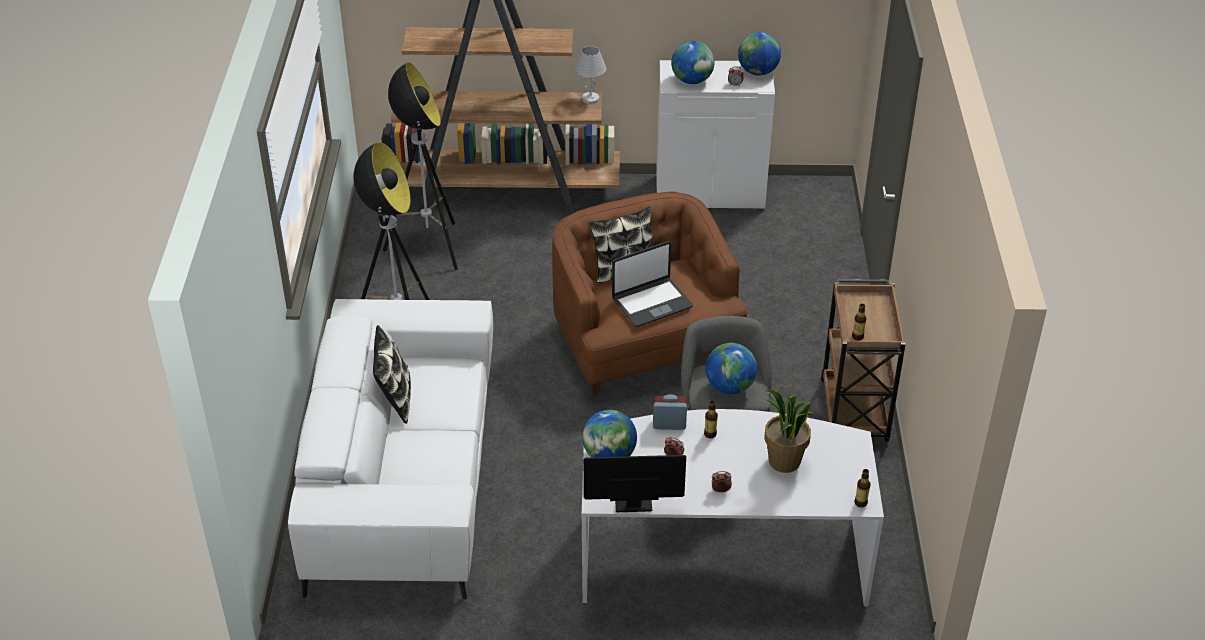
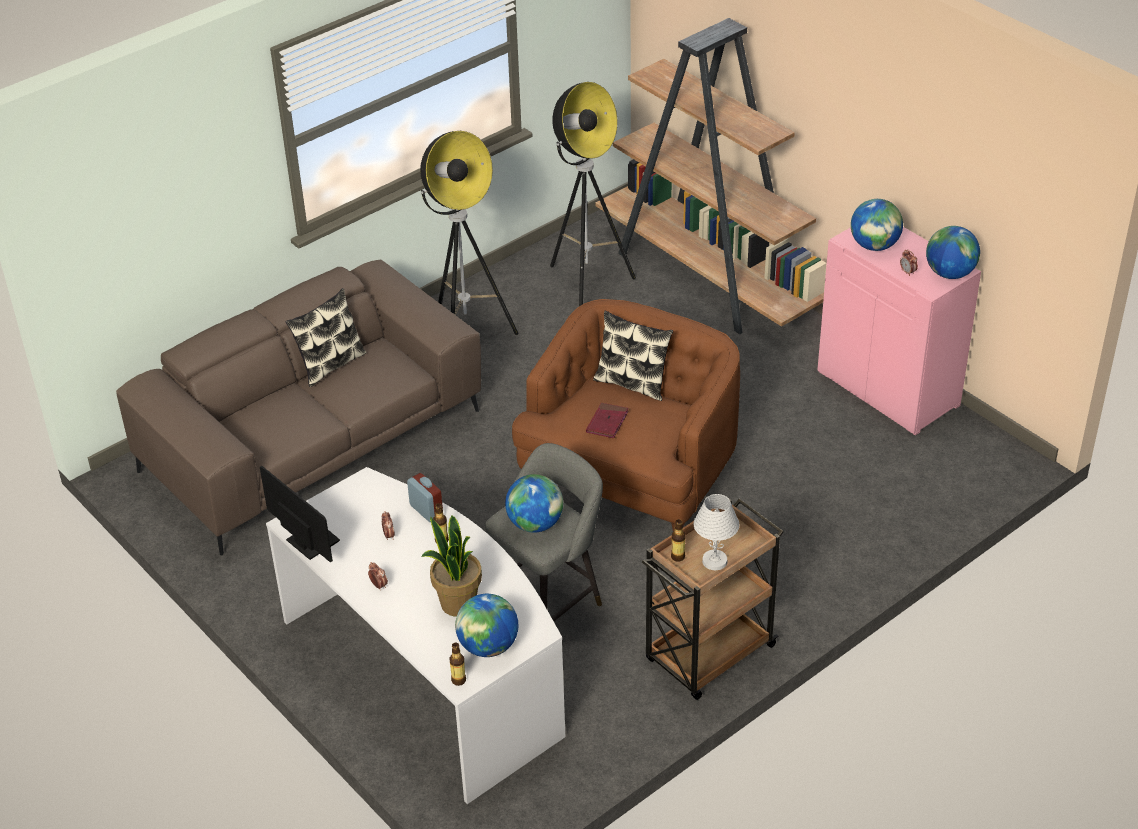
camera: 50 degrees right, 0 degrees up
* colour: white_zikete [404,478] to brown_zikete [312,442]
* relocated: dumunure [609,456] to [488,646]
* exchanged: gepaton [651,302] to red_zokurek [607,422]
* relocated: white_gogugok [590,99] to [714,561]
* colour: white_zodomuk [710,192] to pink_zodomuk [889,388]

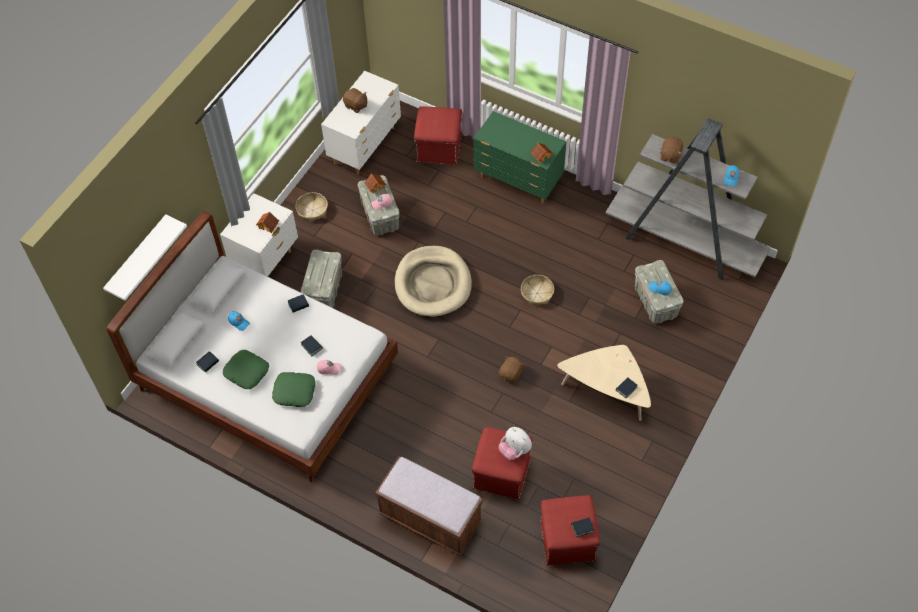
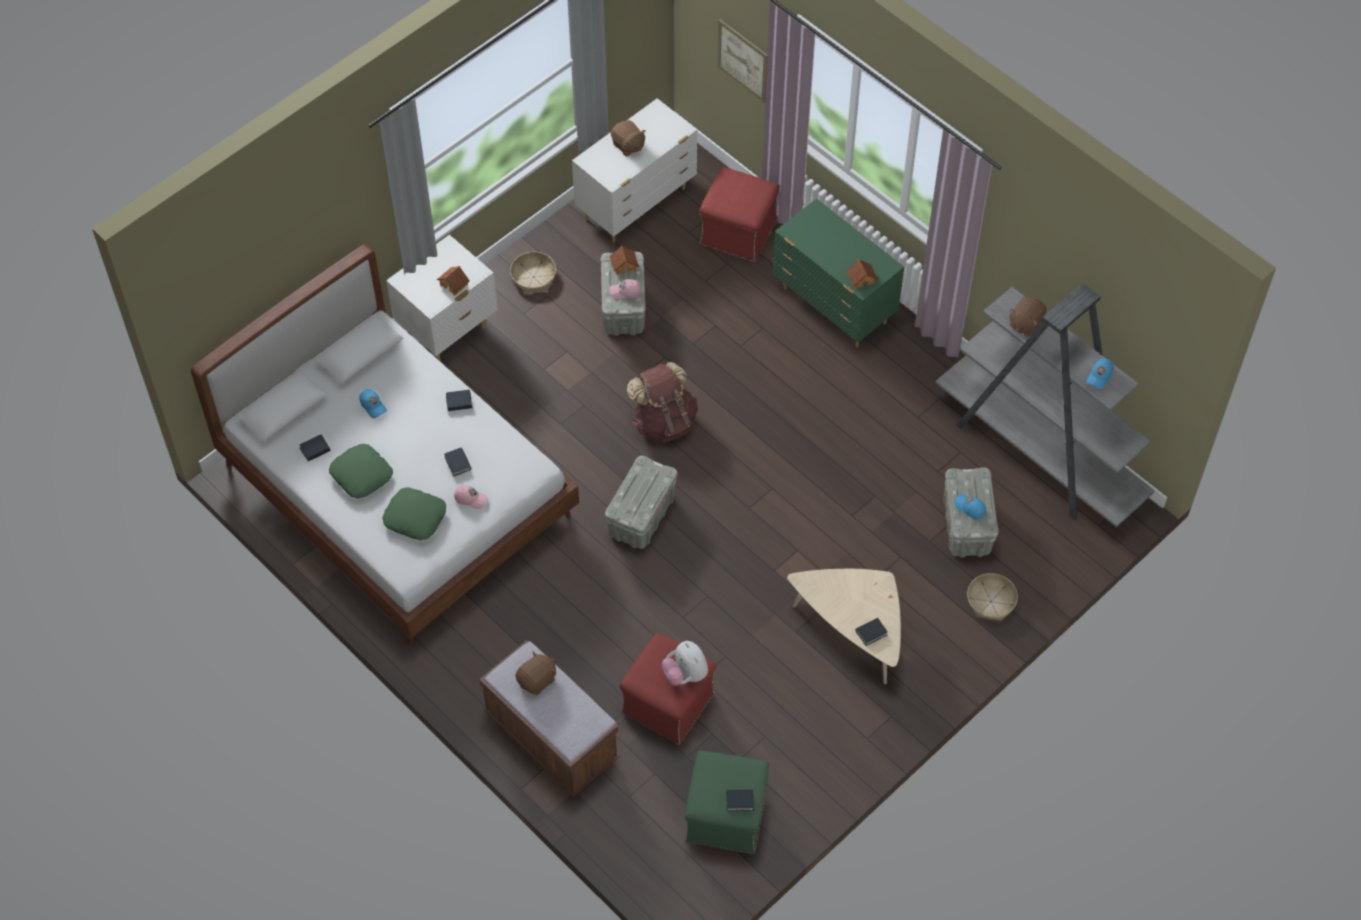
camera: 15 degrees right, 0 degrees up
* relocated: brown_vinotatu [511,374] to [537,680]
* relocated: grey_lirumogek [324,290] to [642,516]
* exchanged: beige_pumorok [433,284] to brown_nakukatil [664,421]
* colour: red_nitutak [567,539] to green_nitutak [726,815]
* appeared: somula [743,60]
* relocated: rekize [537,293] to [990,601]
* missing: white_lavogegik [137,257]

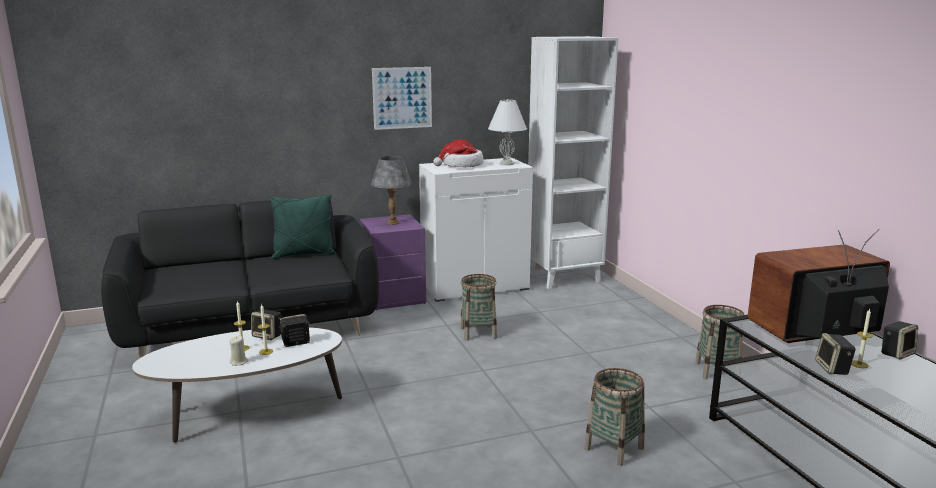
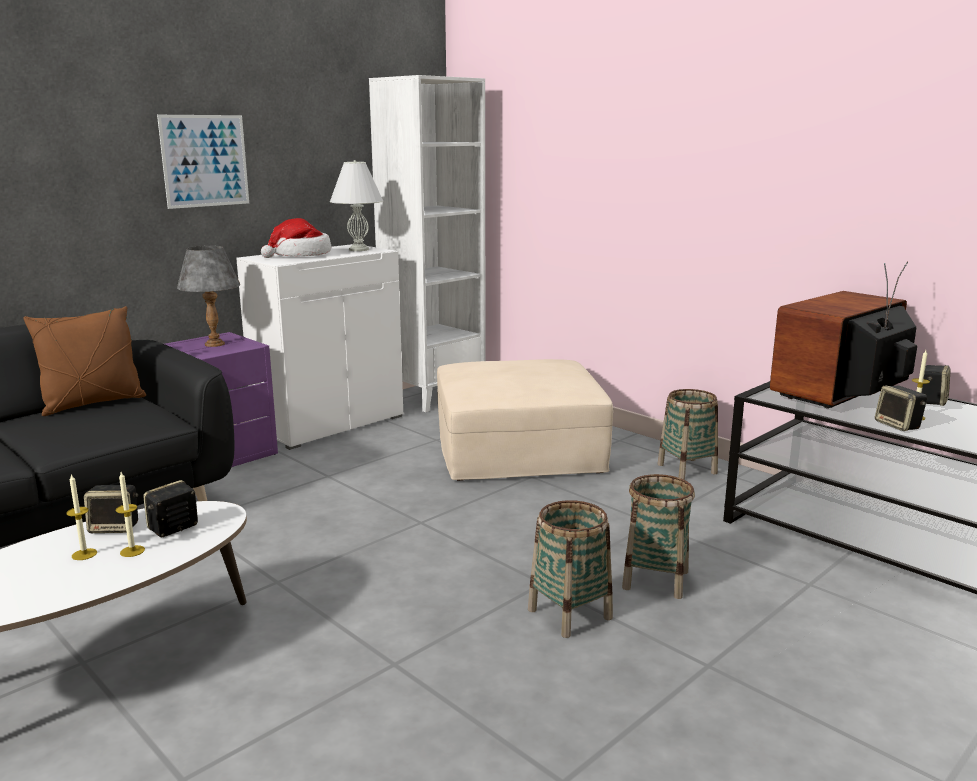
camera: 25 degrees left, 0 degrees up
* colour: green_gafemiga [304,254] to brown_gafemiga [93,404]
* appeared: beige_nitutak [518,448]
* relocated: rekize [478,333] to [569,614]
* missing: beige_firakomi [239,362]

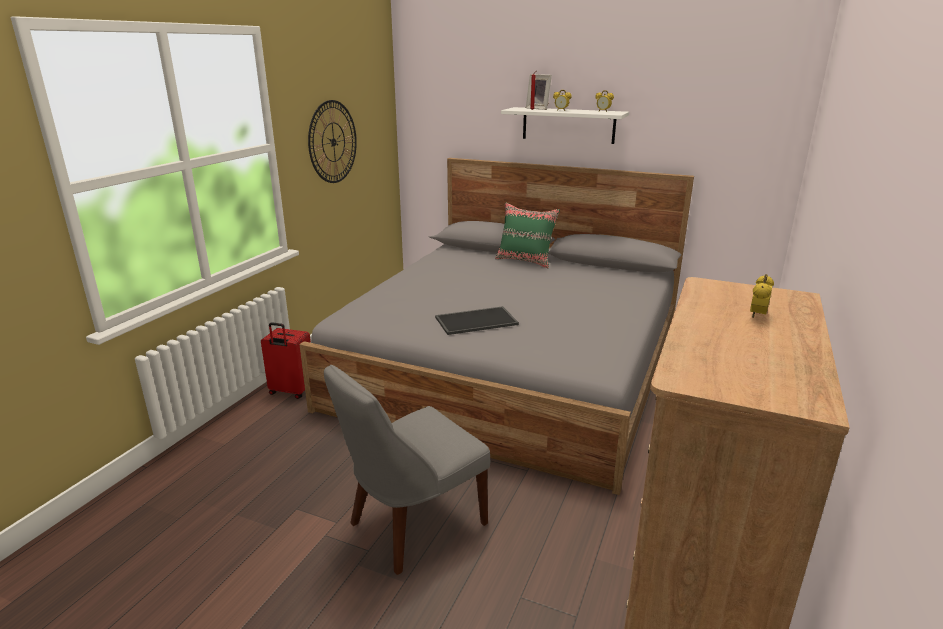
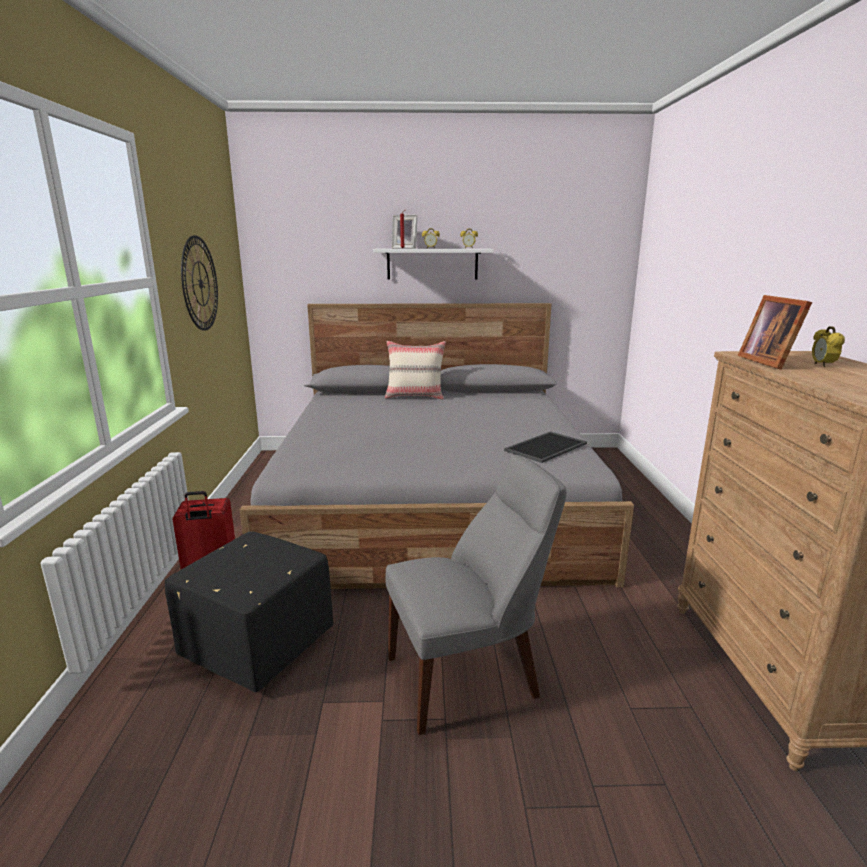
camera: 25 degrees left, 5 degrees down
* appeared: black_nitutak [257,644]
* colour: green_gafemiga [525,261] to beige_gafemiga [415,396]
* spun: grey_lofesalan [412,525] = [468,676] 135 degrees counterclockwise
* relocated: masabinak [476,320] to [545,446]
* appeared: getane [769,362]

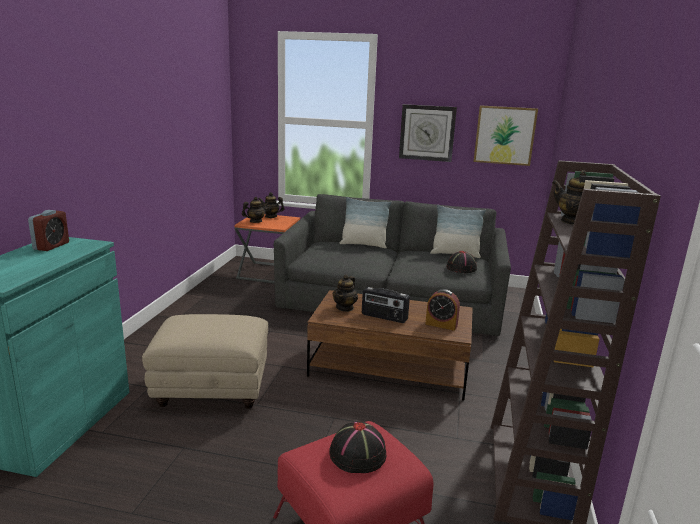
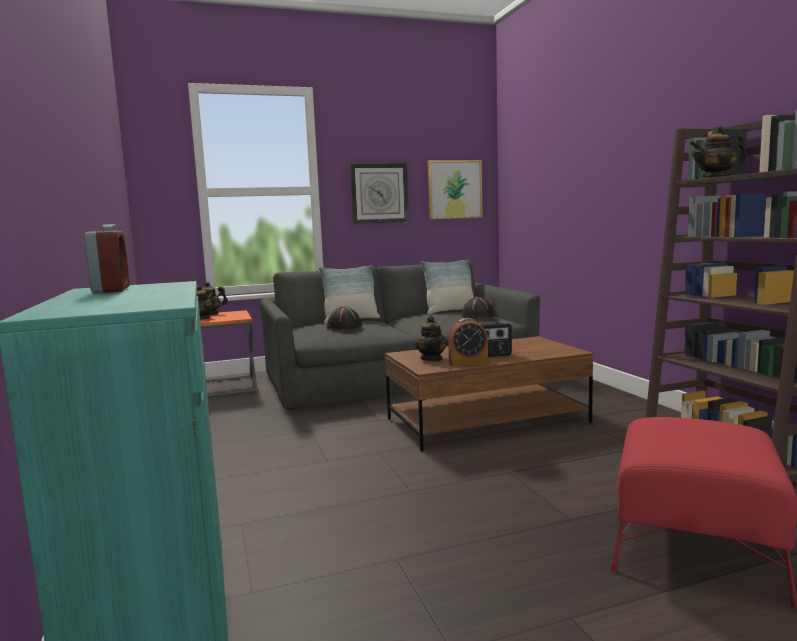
camera: 30 degrees left, 10 degrees down
* relocated: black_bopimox [358,455] to [344,327]
* relocated: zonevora [441,325] to [468,363]
* missing: beige_nitutak [211,390]

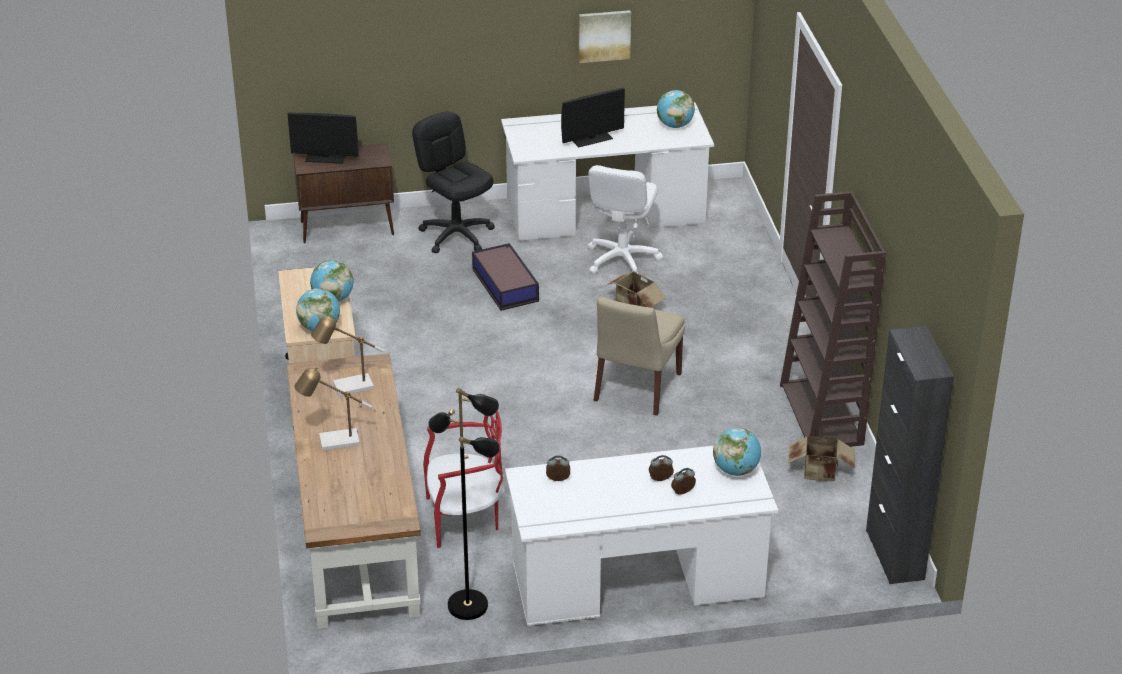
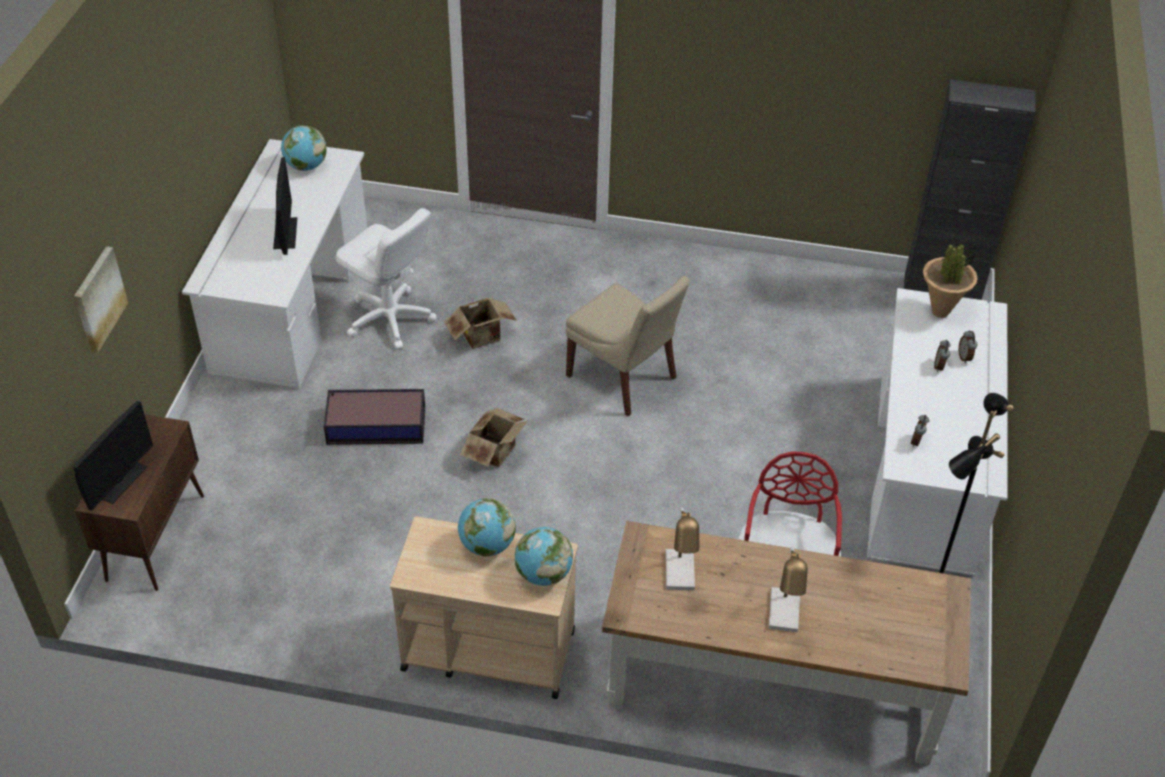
camera: 70 degrees left, 10 degrees up
* relocated: somula [604,35] to [98,299]
* relocated: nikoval [820,474] to [497,452]
* exchanged: dumunure [736,470] to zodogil [940,311]
* missing: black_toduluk [456,235]
* missing: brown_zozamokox [822,415]

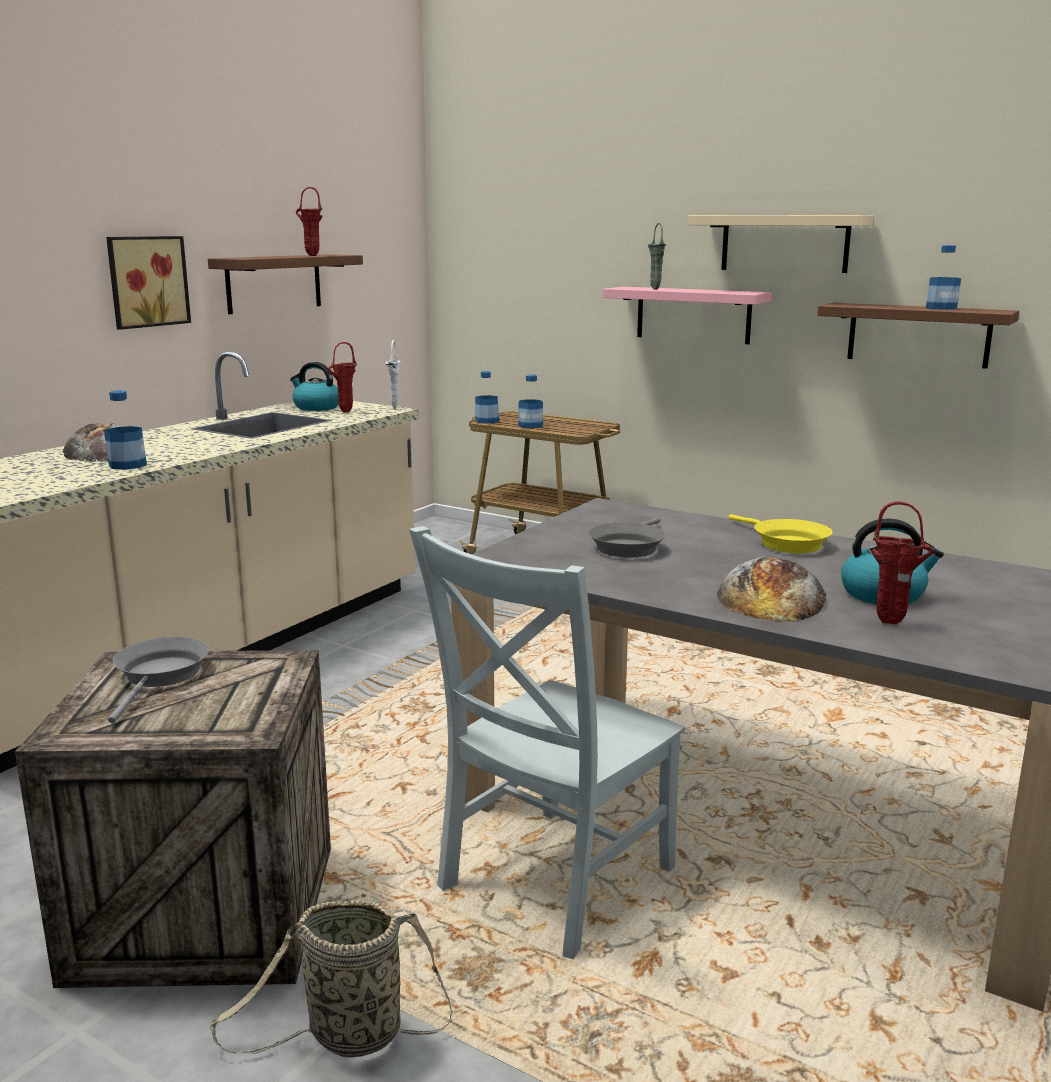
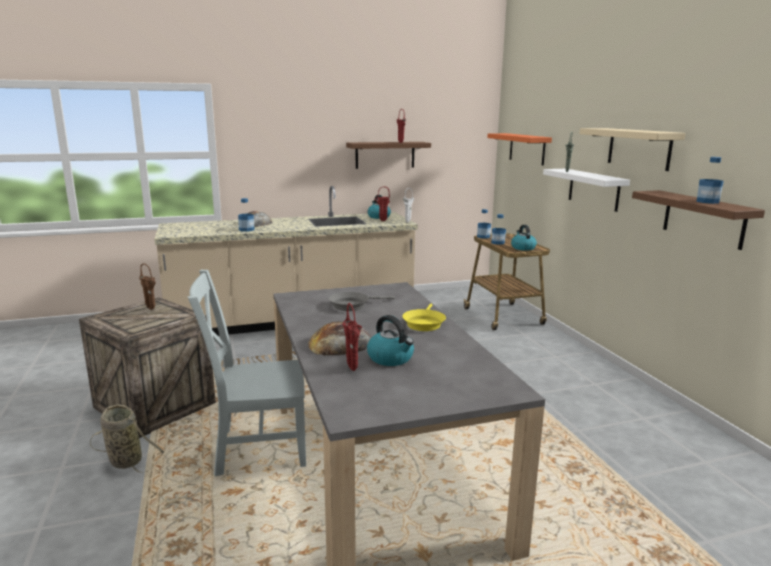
camera: 40 degrees right, 0 degrees up
* exchanged: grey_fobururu [160,676] to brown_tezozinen [152,309]
* appeared: orange_lavogegik [527,148]
* appeared: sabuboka [522,248]
* colour: pink_lavogegik [693,315] to white_lavogegik [593,189]
* missing: somula [146,281]

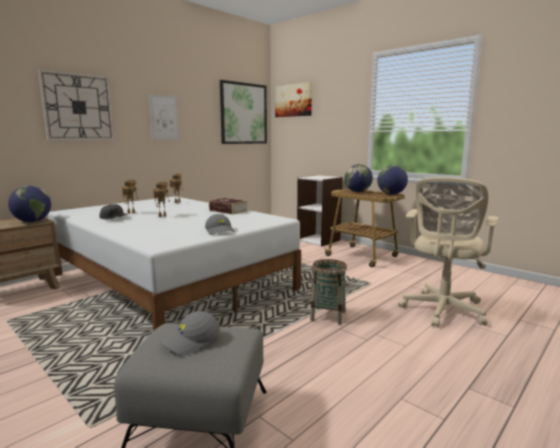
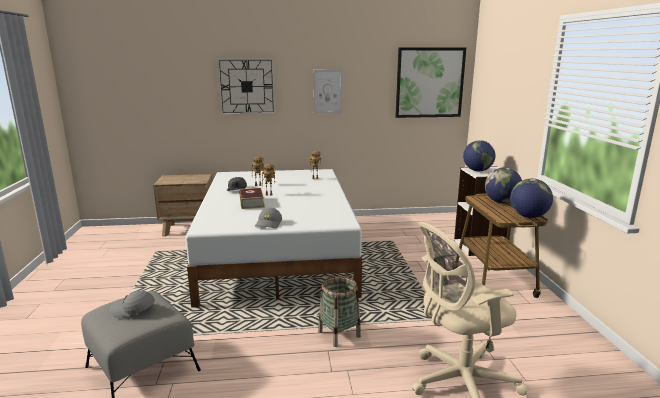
camera: 40 degrees right, 5 degrees up
* relocated: zokurek [228,210] to [252,203]
* relocated: dumunure [32,221] to [477,170]
* missing: somula [293,100]

